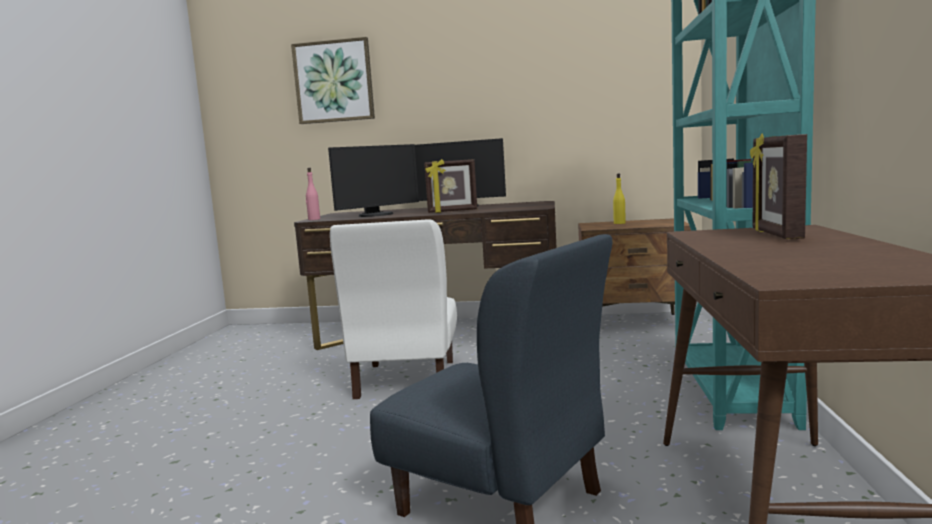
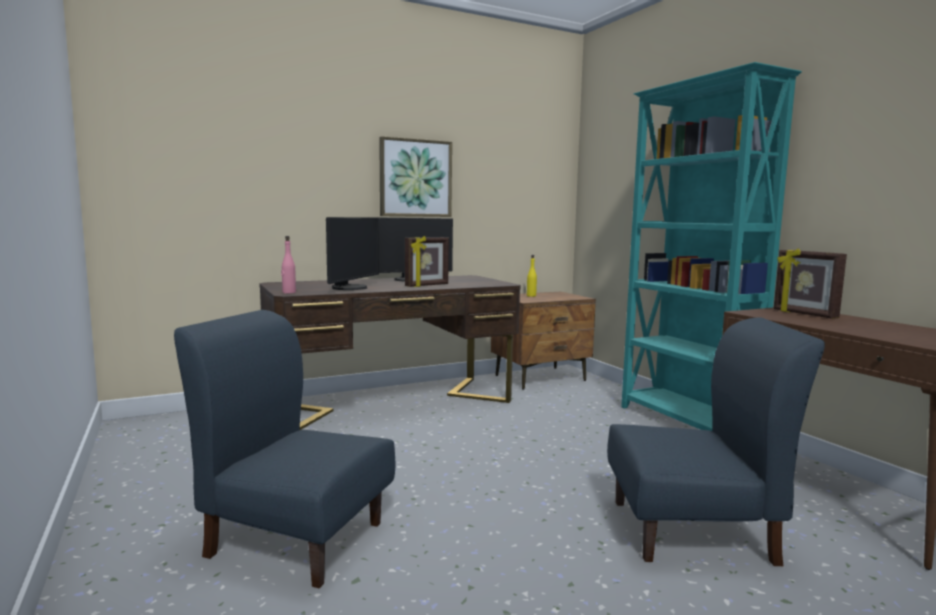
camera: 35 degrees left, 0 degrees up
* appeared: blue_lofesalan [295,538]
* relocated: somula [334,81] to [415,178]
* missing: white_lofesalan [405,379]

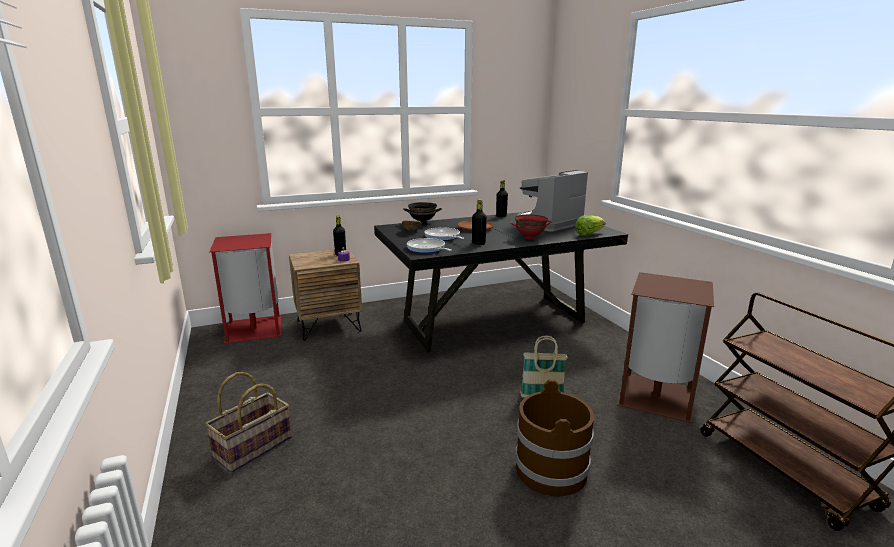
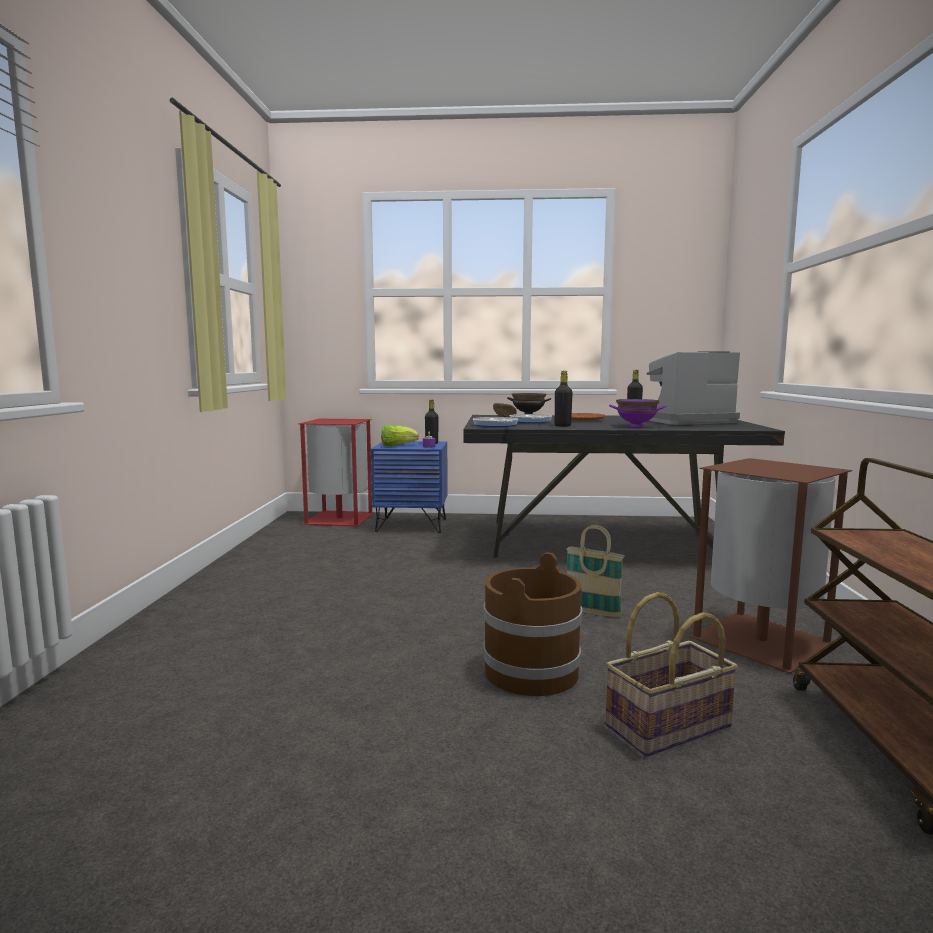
camera: 25 degrees right, 10 degrees down
* colour: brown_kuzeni [328,326] to blue_kuzeni [412,525]
* relocated: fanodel [589,234] to [397,446]
* relocated: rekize [253,448] to [669,727]
* colour: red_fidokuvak [530,237] to purple_fidokuvak [636,426]

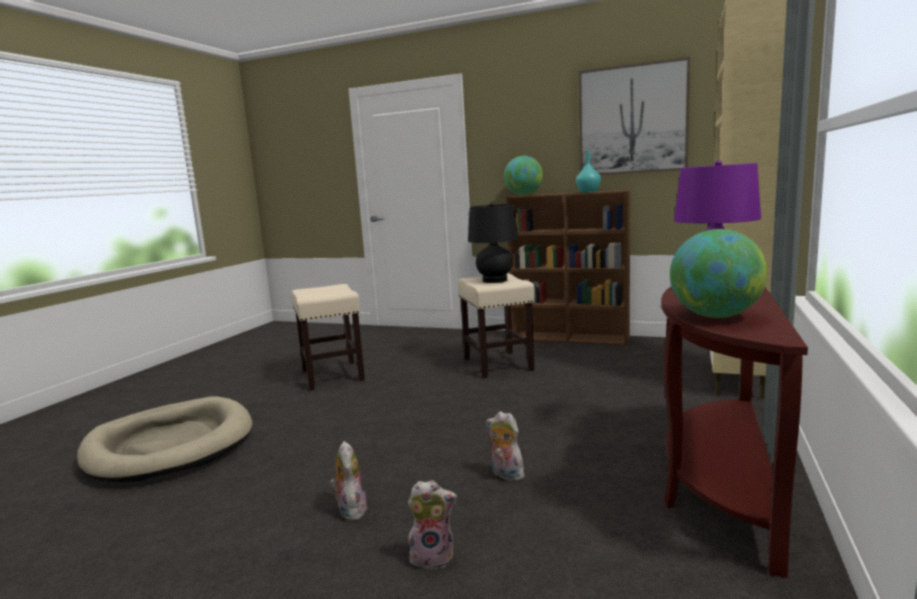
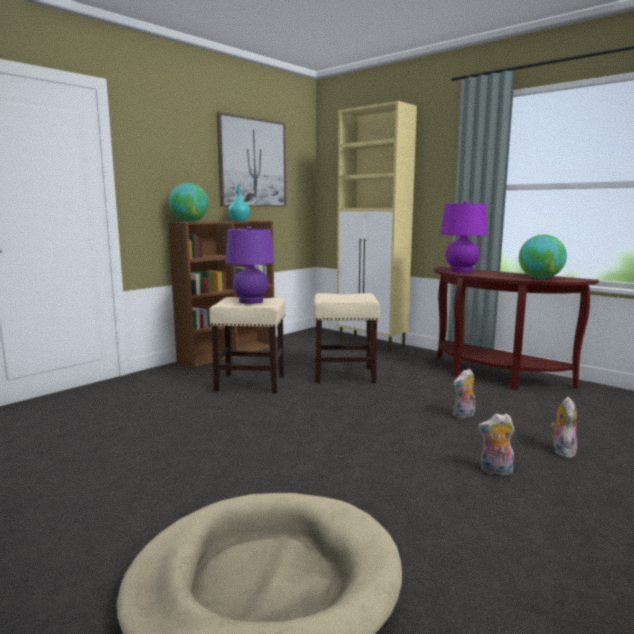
camera: 70 degrees left, 0 degrees up
* colour: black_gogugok [495,280] to purple_gogugok [251,301]
* relocated: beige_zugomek [333,375] to [345,375]

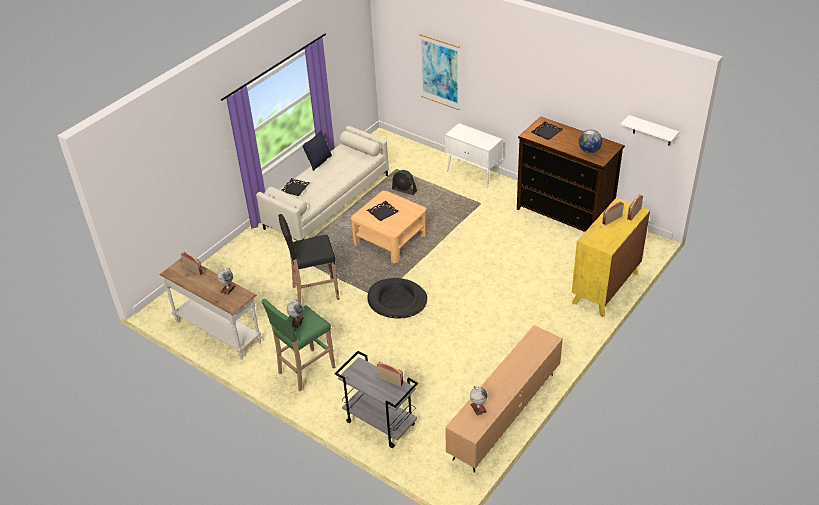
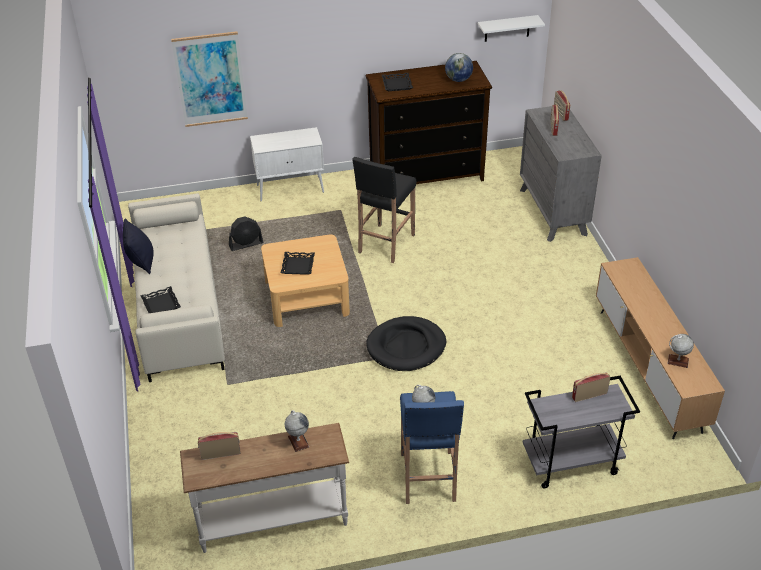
camera: 50 degrees left, 0 degrees up
* relocated: black_zugomek [314,293] to [385,244]
* colour: green_zugomek [305,370] to blue_zugomek [428,478]
* colour: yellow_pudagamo [605,288] to grey_pudagamo [553,212]

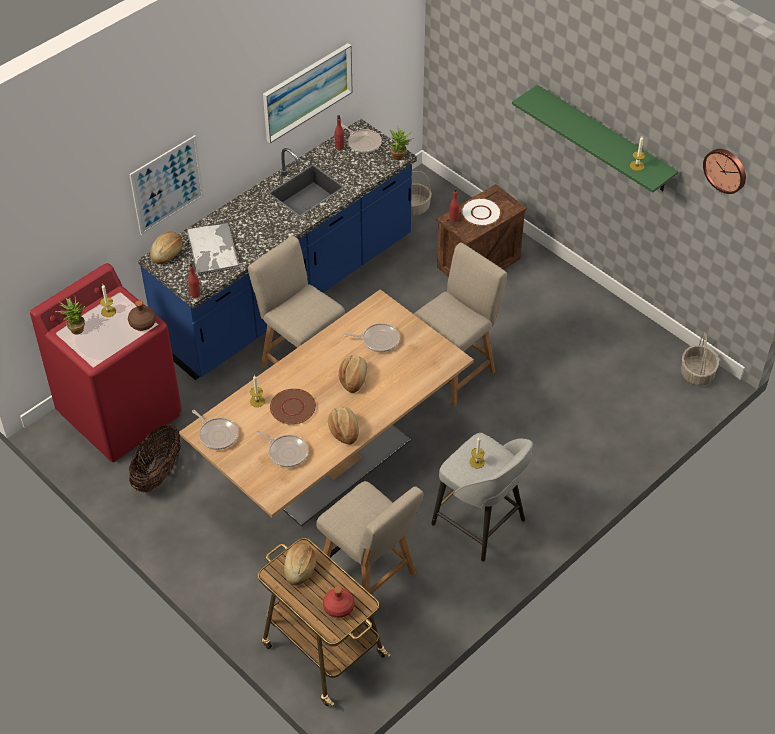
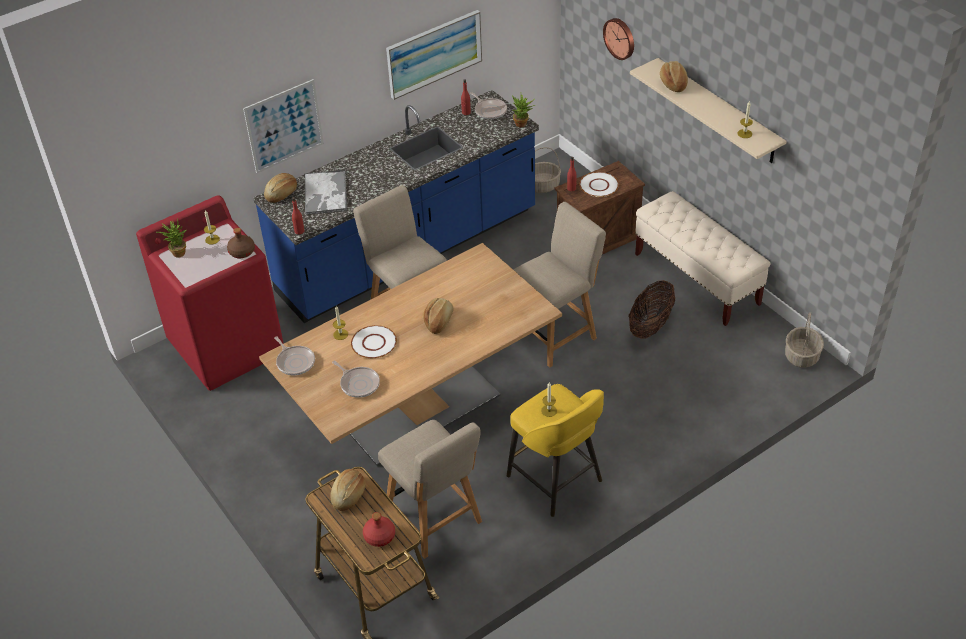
camera: 10 degrees right, 5 degrees down
* colour: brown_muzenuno [293,407] to white_muzenuno [374,343]
* colour: grey_zugomek [480,524] to yellow_zugomek [556,480]
* relocated: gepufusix [726,170] to [620,38]
* relocated: rekize [158,473] to [650,325]
* colour: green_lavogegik [604,139] to beige_lavogegik [718,111]
* appeared: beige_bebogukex [696,279]
* relocated: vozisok [344,430] to [673,83]
* missing: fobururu [378,340]

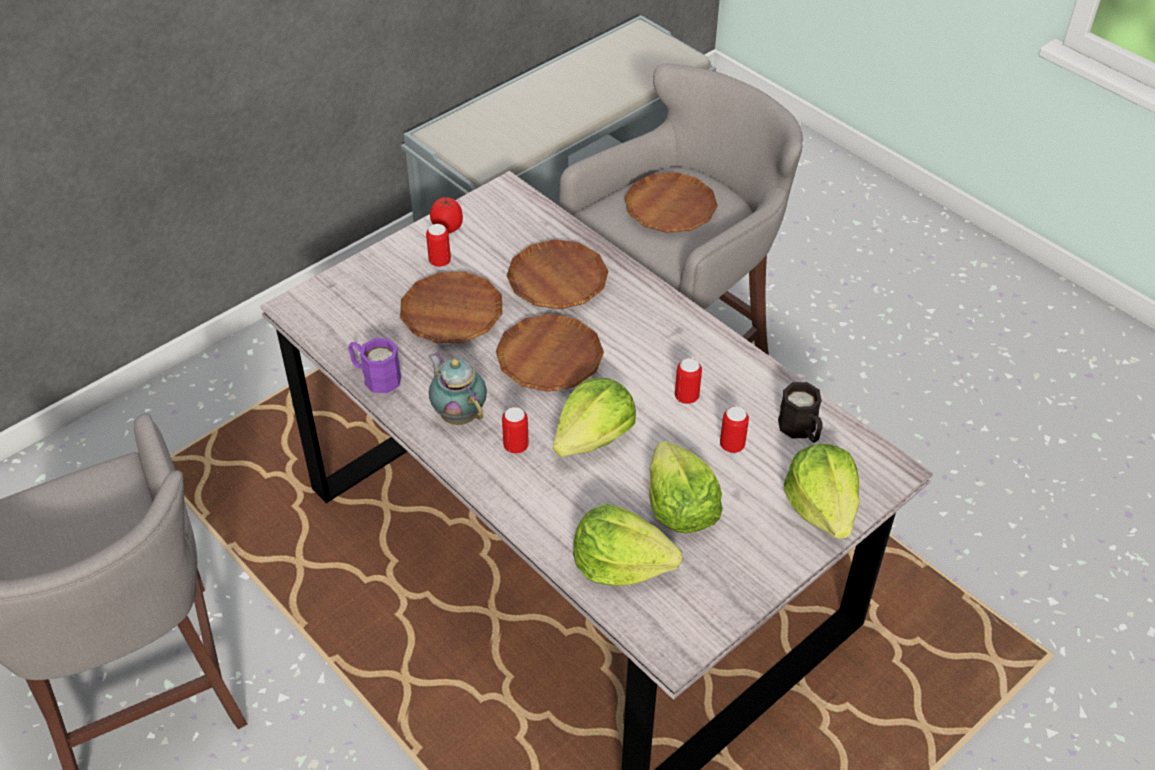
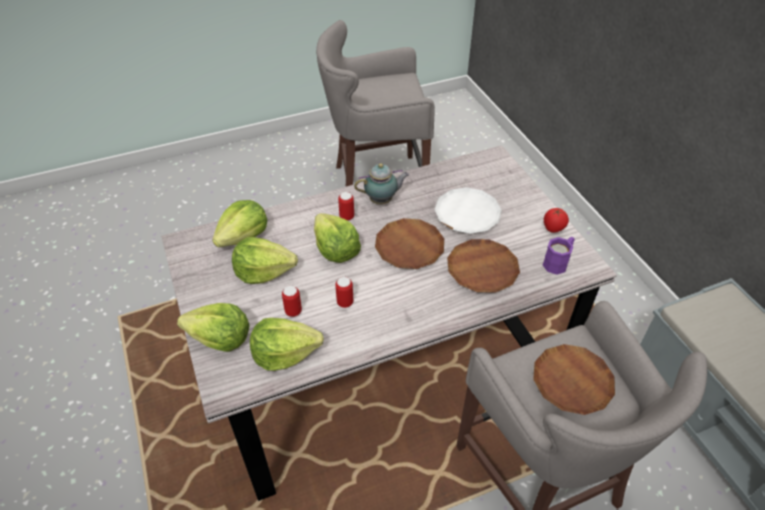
camera: 110 degrees right, 0 degrees up
* exchanged: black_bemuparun [801,430] to fanodel [284,353]
* colour: brown_muzenuno [452,313] to white_muzenuno [467,214]
* relocated: purple_bemuparun [375,377] to [558,262]
* missing: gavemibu [440,262]

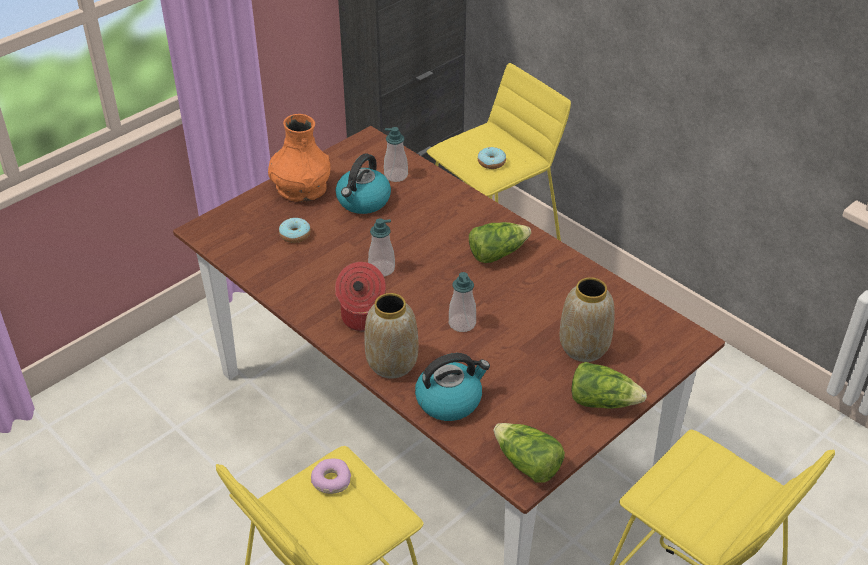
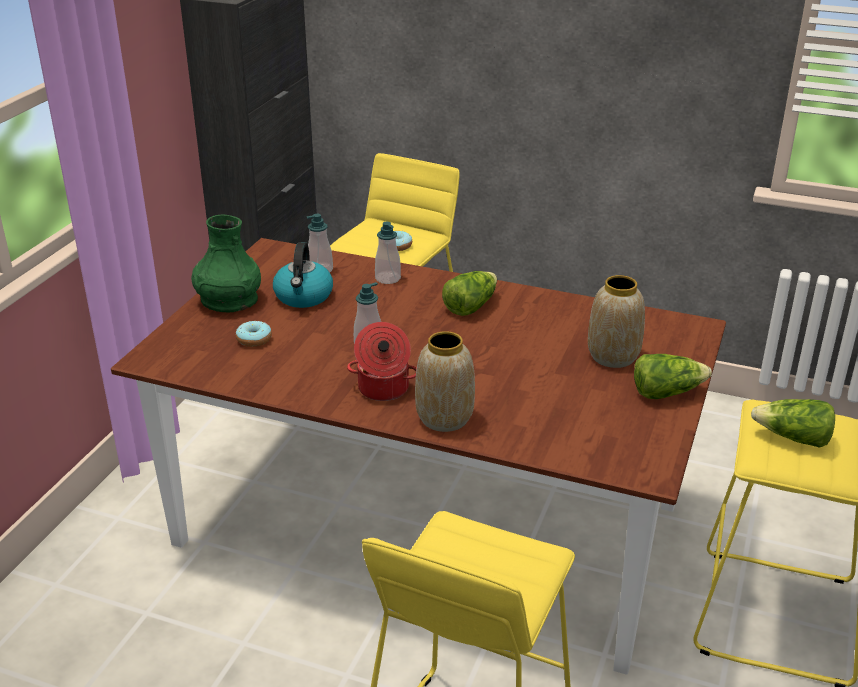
camera: 25 degrees left, 10 degrees down
* colour: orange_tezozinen [301,188] to green_tezozinen [229,300]
* relocated: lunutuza [462,323] to [388,278]
* relocated: fanodel [527,464] to [793,438]
* missing: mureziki [331,481]
* missing: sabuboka [449,400]

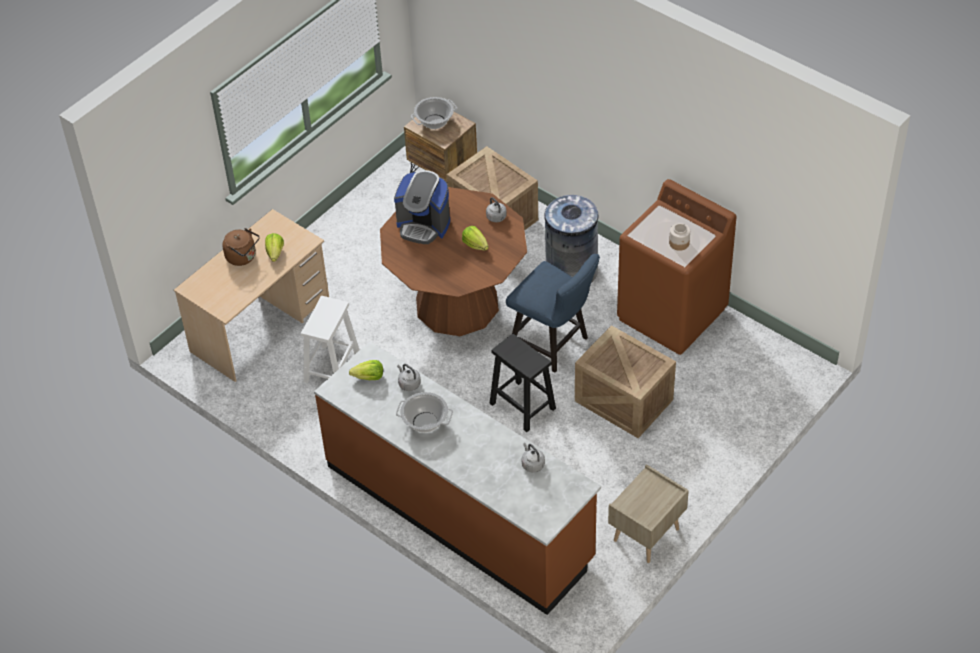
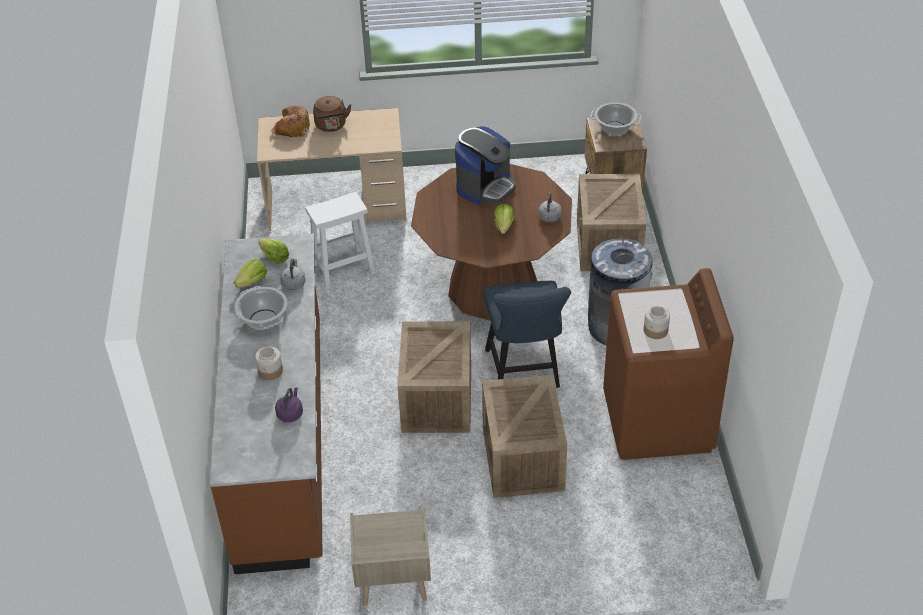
camera: 45 degrees right, 5 degrees down
* relocated: fanodel [275,253] to [252,282]
* appeared: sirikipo [270,371]
* appeared: vozisok [291,128]
* colour: grey_sabuboka [532,464] to purple_sabuboka [290,413]
* exchanged: black_zugomek [523,406] to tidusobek [438,400]
* spun: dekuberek [423,225] = [485,187] 120 degrees counterclockwise

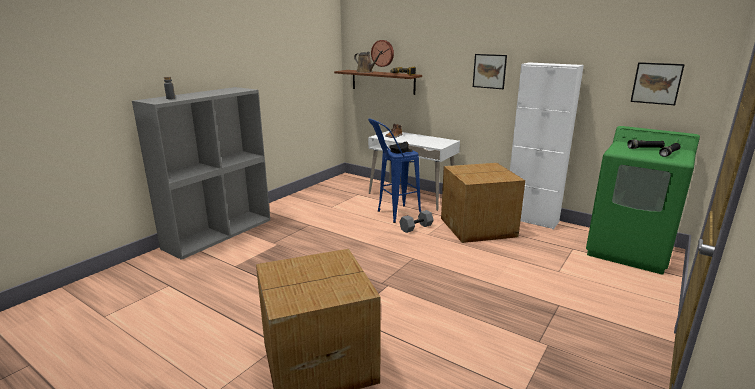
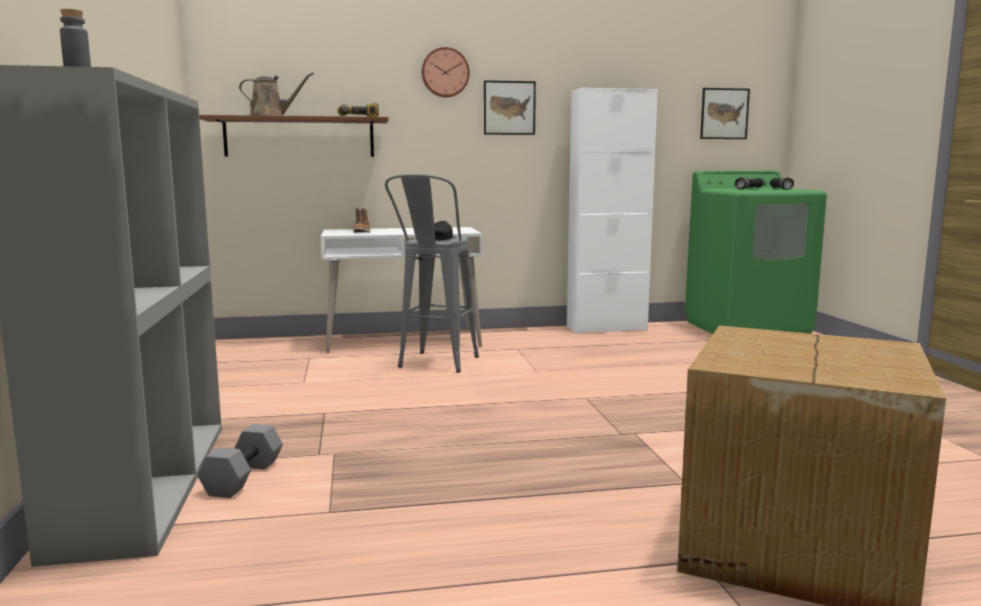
camera: 45 degrees left, 10 degrees down
* relocated: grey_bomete [416,227] to [242,477]
* colour: blue_zugomek [393,215] to grey_zugomek [434,366]
* relocated: gepufusix [383,53] to [445,72]
* missing: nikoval [479,227]

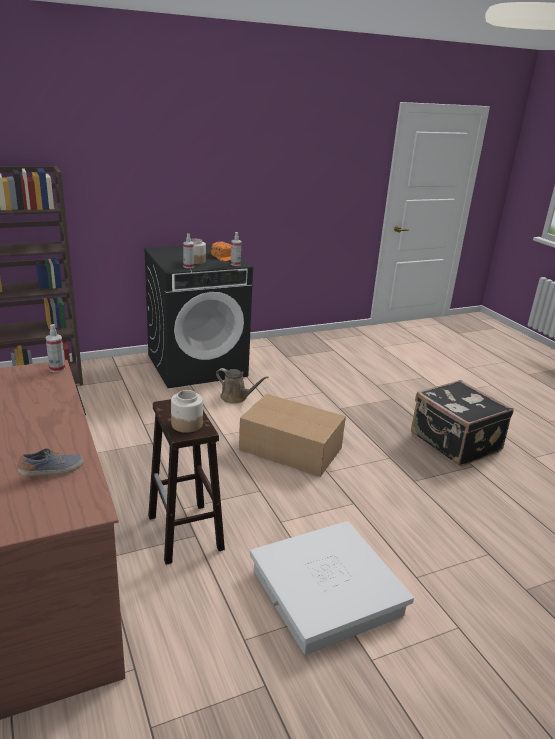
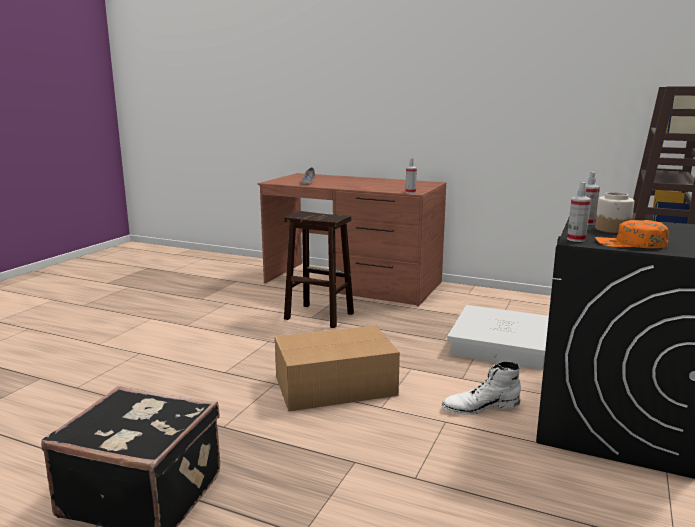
camera: 140 degrees right, 10 degrees down
* exchanged: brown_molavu [236,398] to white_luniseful [480,407]
* relocated: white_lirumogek [327,593] to [500,344]
* missing: sirikipo [186,424]

